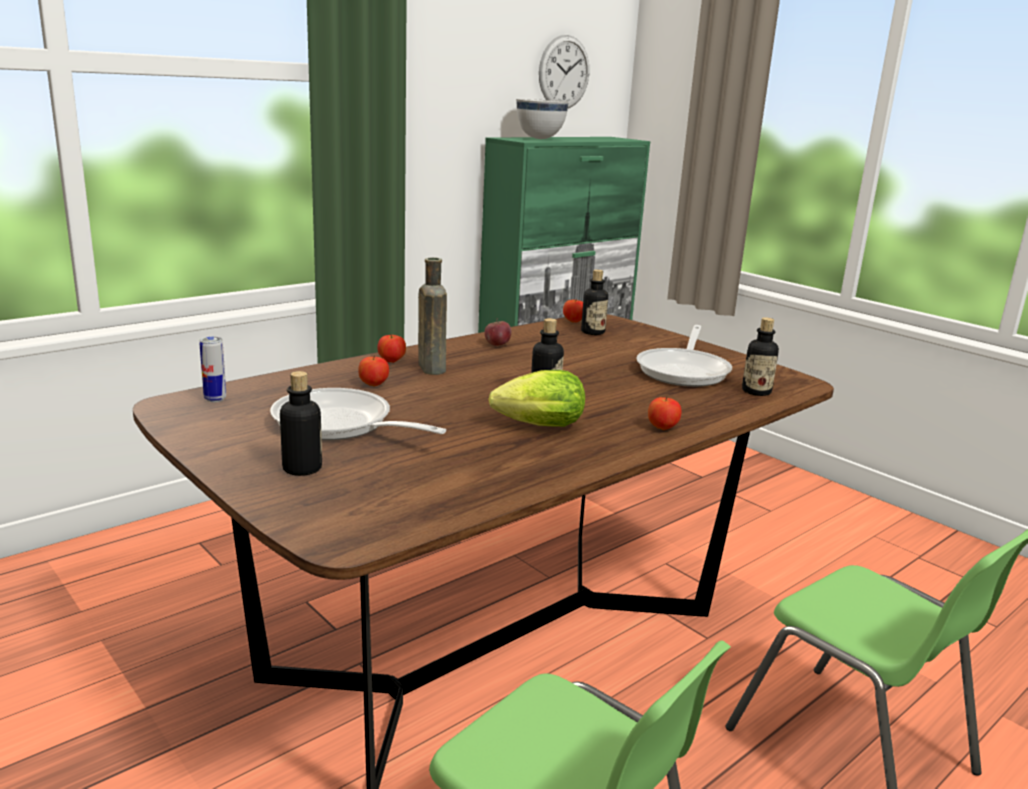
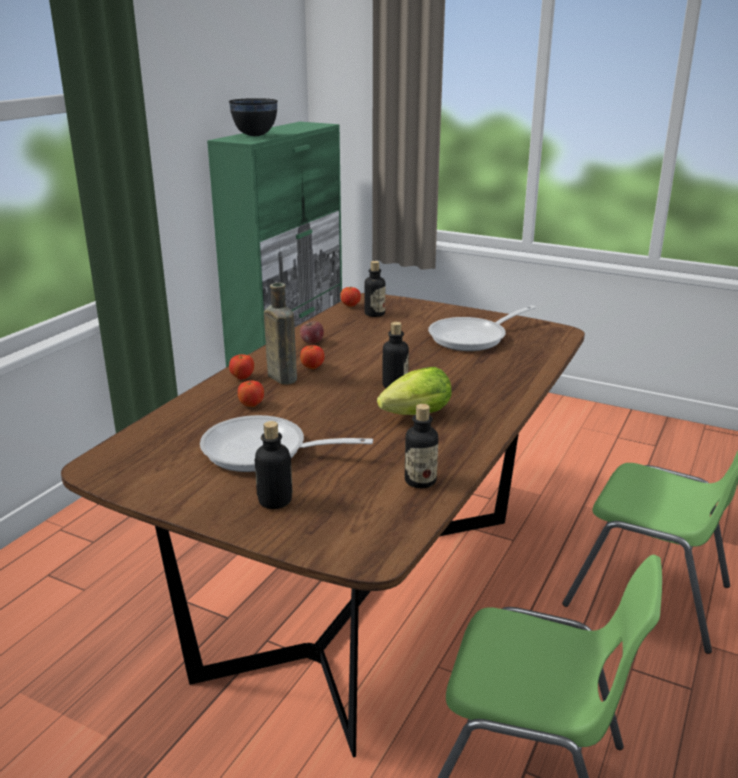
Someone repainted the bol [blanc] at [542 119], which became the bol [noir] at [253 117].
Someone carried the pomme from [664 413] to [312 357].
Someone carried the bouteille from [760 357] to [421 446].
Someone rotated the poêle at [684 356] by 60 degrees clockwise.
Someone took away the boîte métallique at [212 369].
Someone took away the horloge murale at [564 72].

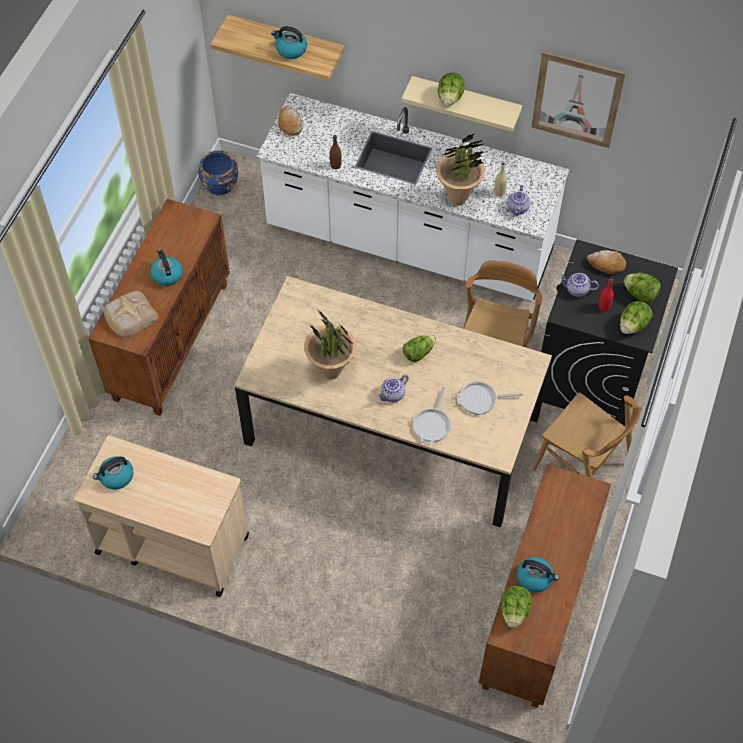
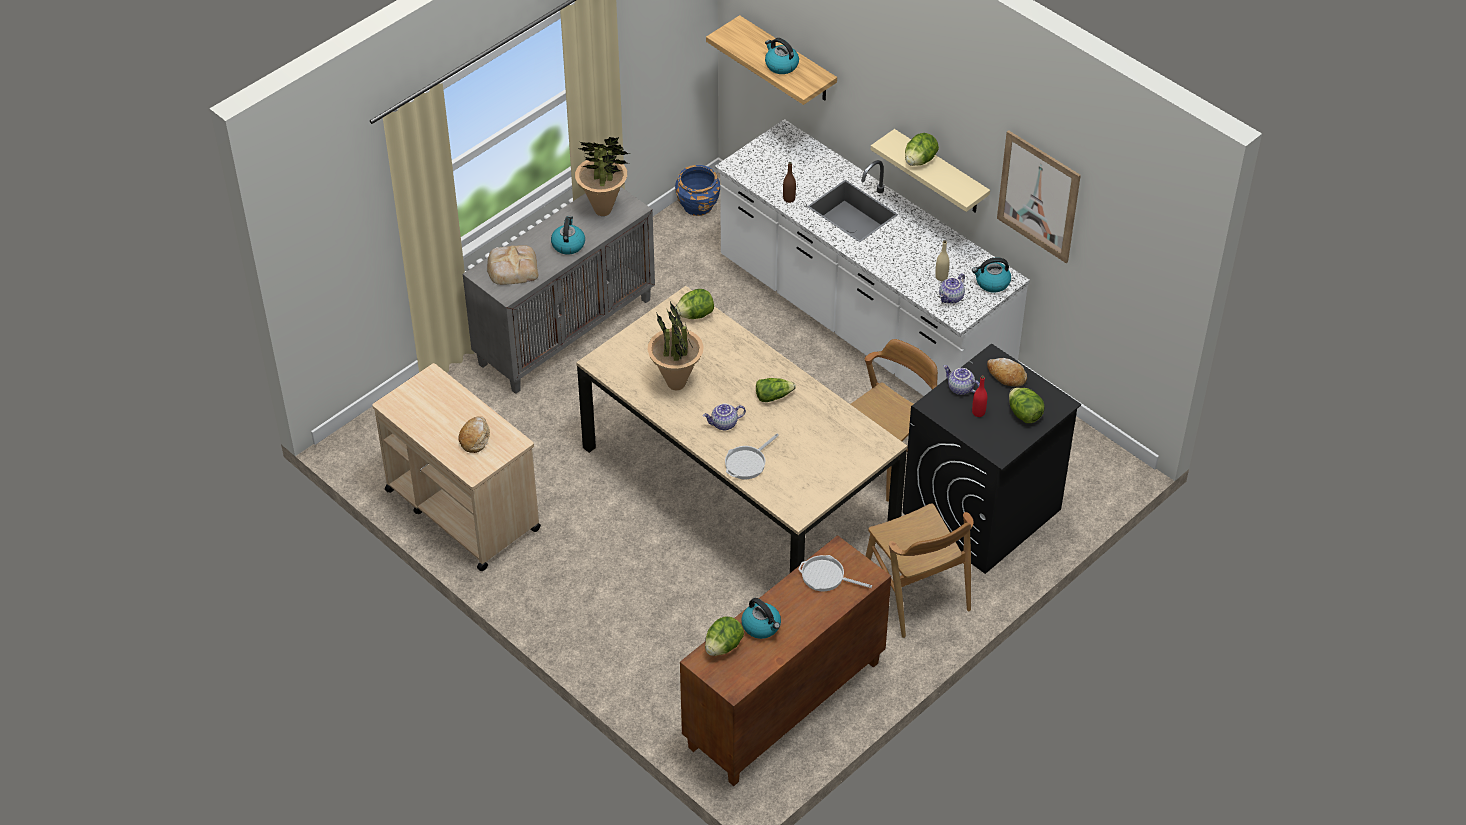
Someone carried the pain from [290 121] to [474 434].
Someone repainted the meuble de rangement [marron] at [159 307], which became the meuble de rangement [gris] at [559 290].
Someone carried the plante en pot from [460 169] to [602 176].
Someone carried the laitue from [636 317] to [694 304].
Someone carried the poêle from [490 397] to [835 573].
Someone carried the bouilloire from [113 473] to [991 275].

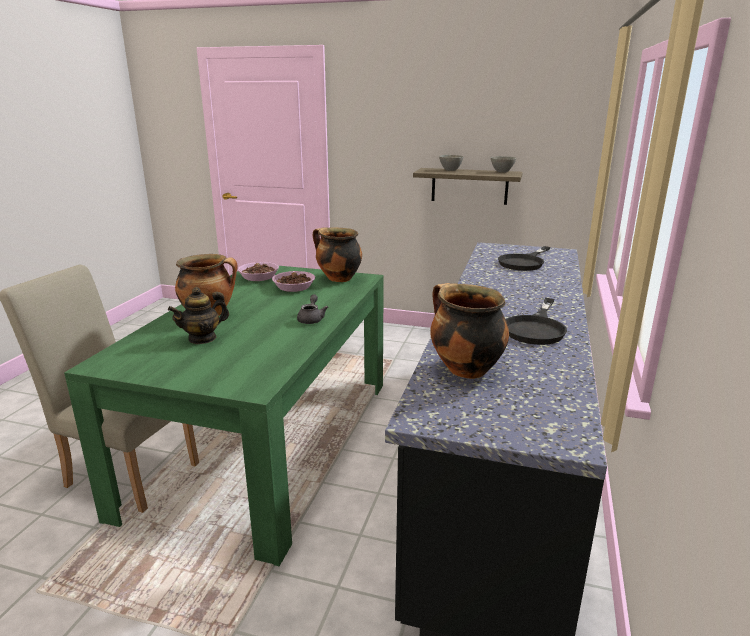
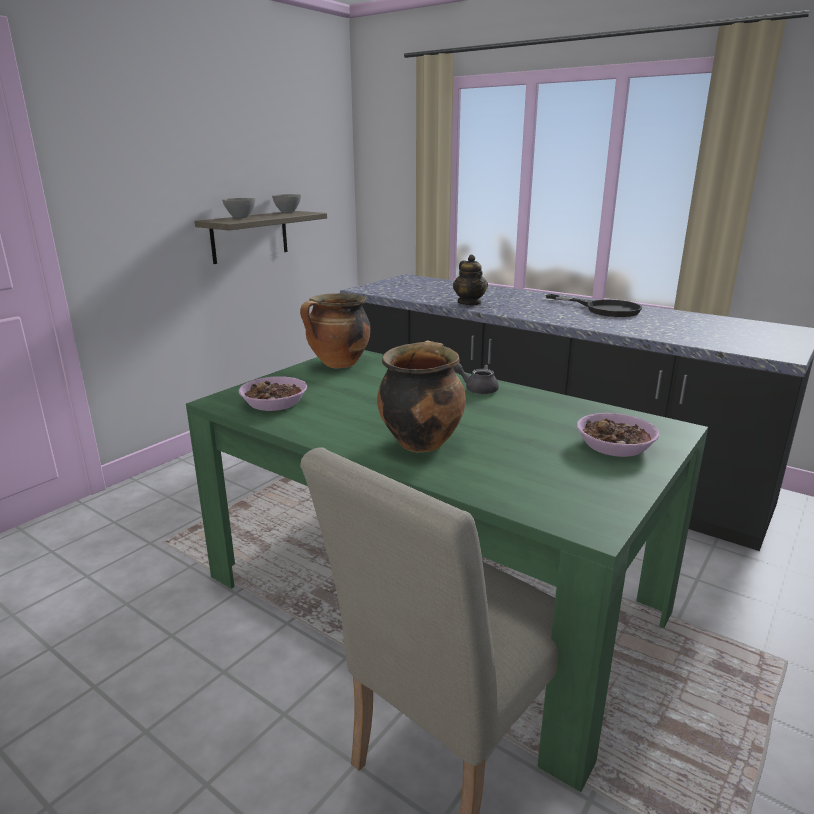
Someone carried the théière from [198 315] to [470 280].
Someone carried the bol from [293 281] to [618 435].
Someone took away the marmite at [469 331].
Someone took away the poêle [noir] at [524 258].

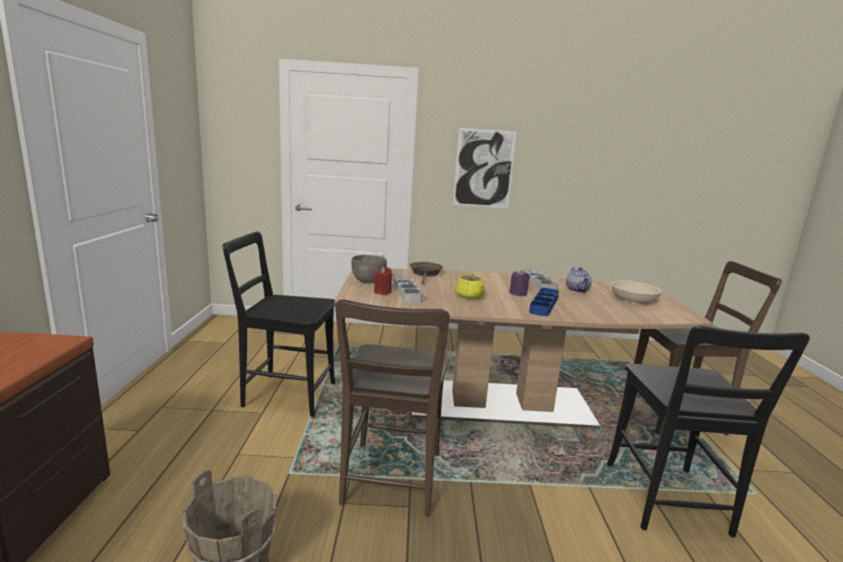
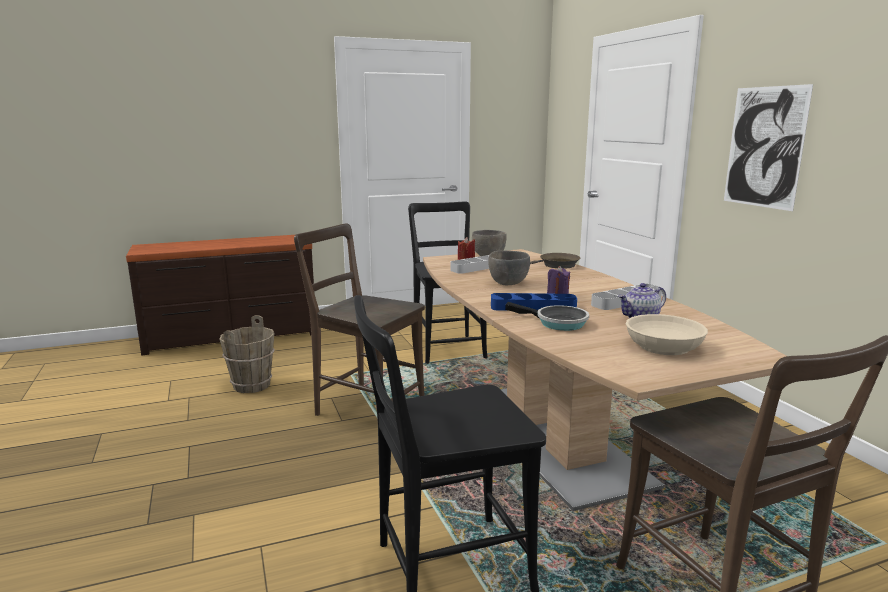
Someone rotated the chaise [marron] at [392 408] by 45 degrees clockwise.
Someone swapped the théière [jaune] at [470 286] for the bol [gris] at [509 268].
Someone put down the poêle at [547 316].

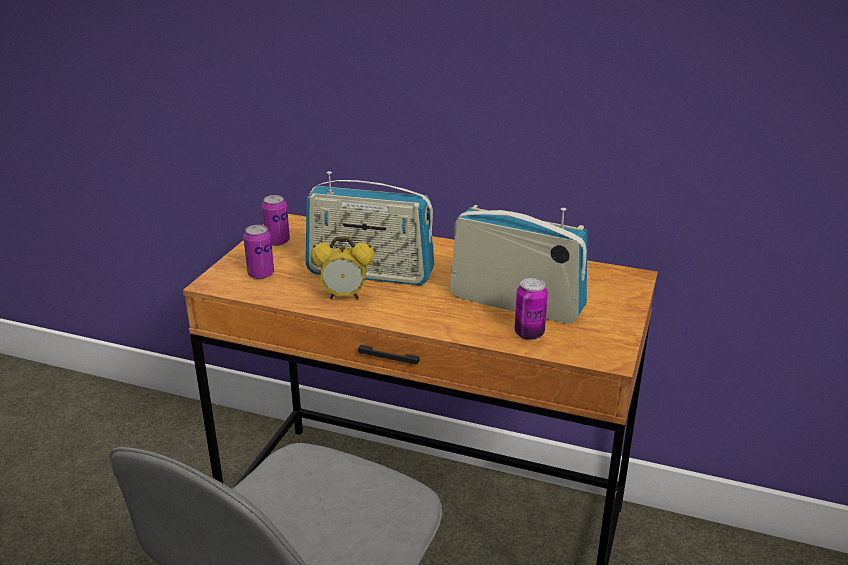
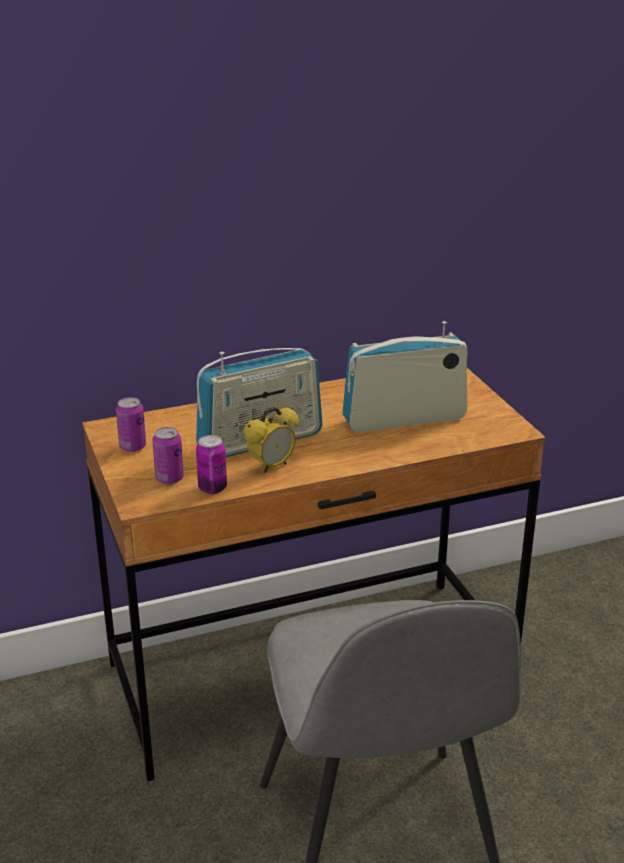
Someone carried the boîte métallique from [531 309] to [211 464].

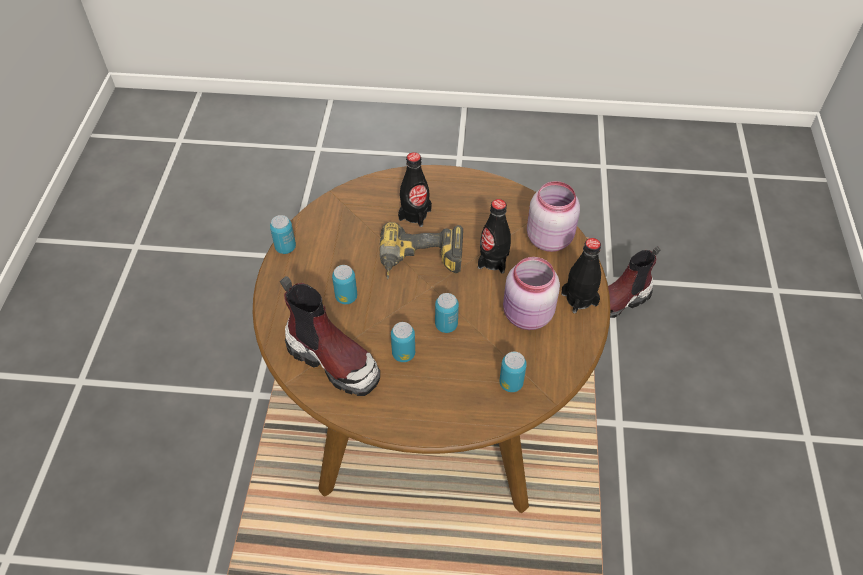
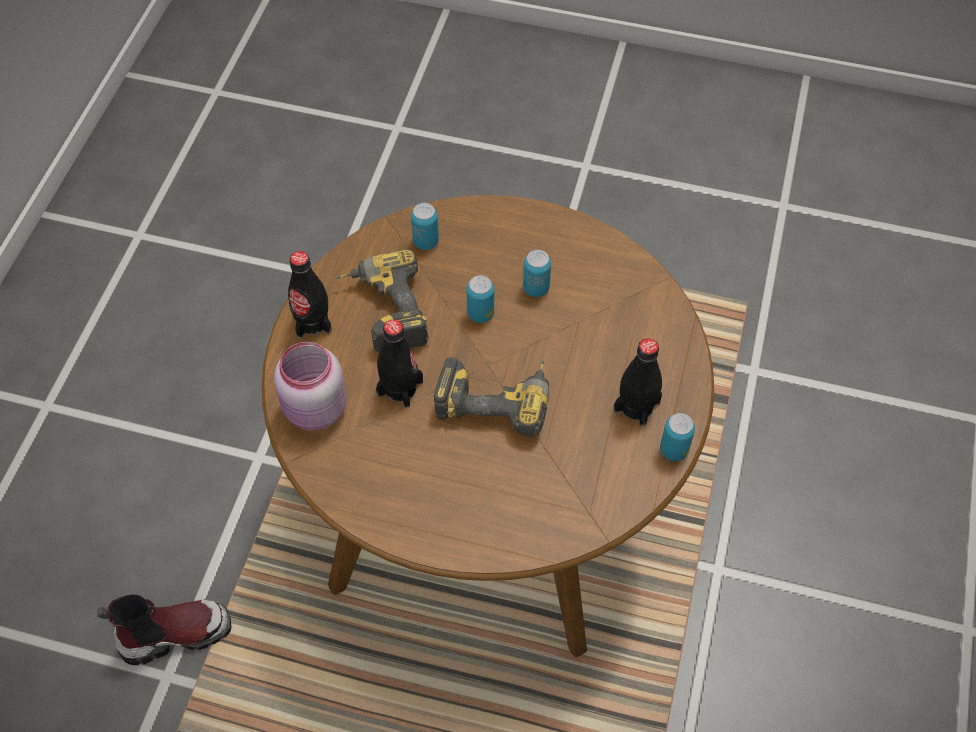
Someone swapped the bocal [rose] at [531 293] for the perceuse at [382 300].
Someone carried the bouteille [noir] from [415 189] to [637 382].
Someone took away the botte at [330 336].
Someone took away the boîte métallique at [344 284].

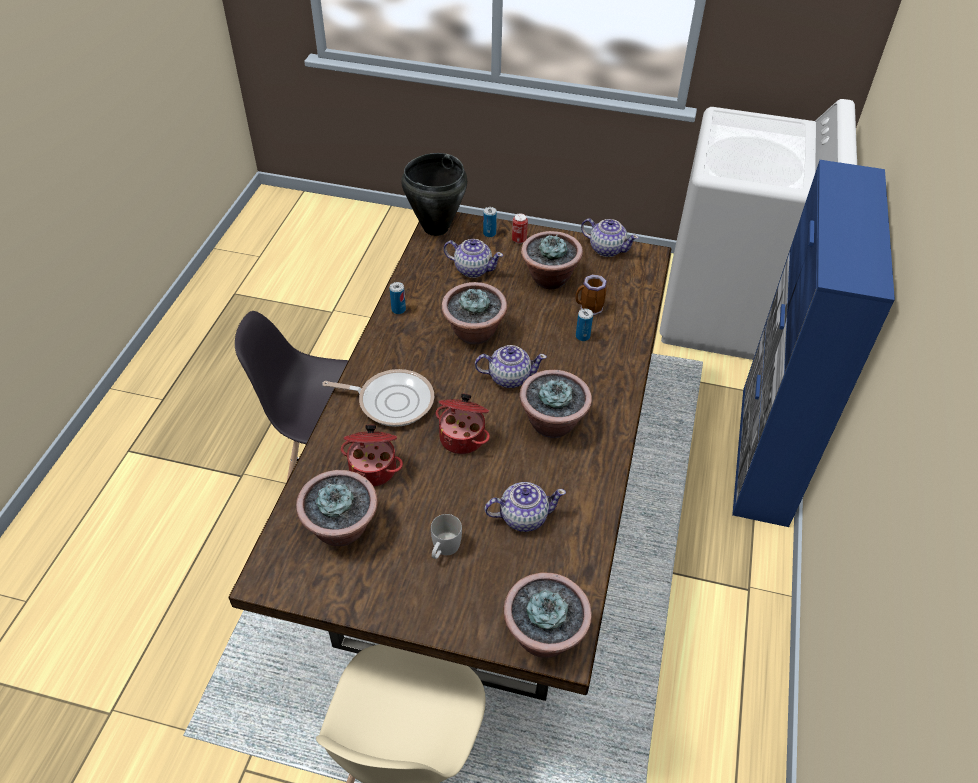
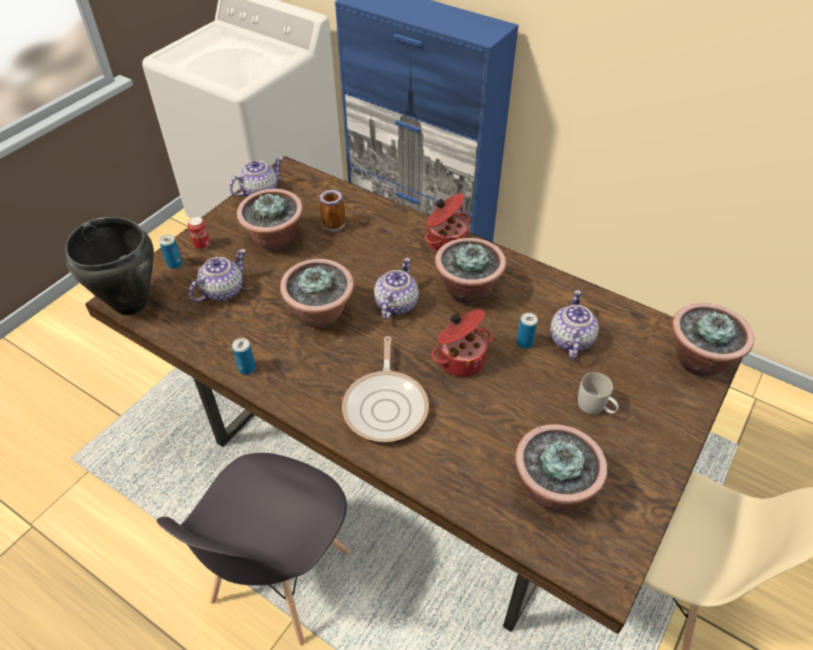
Someone rotated the poêle at [378 398] by 150 degrees clockwise.
Someone carried the marmite from [372 456] to [447 222].
Someone carried the boîte métallique from [584 324] to [527 331].

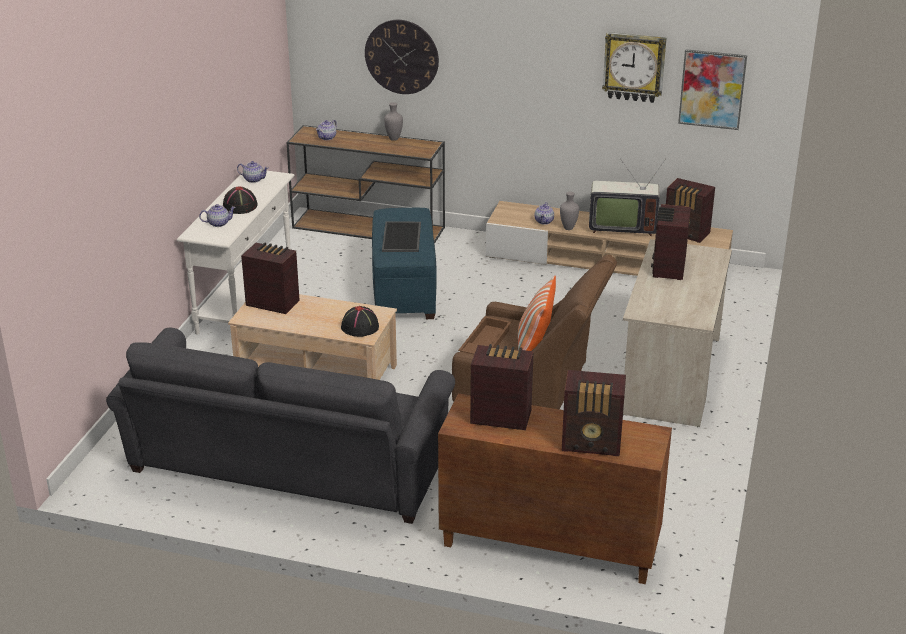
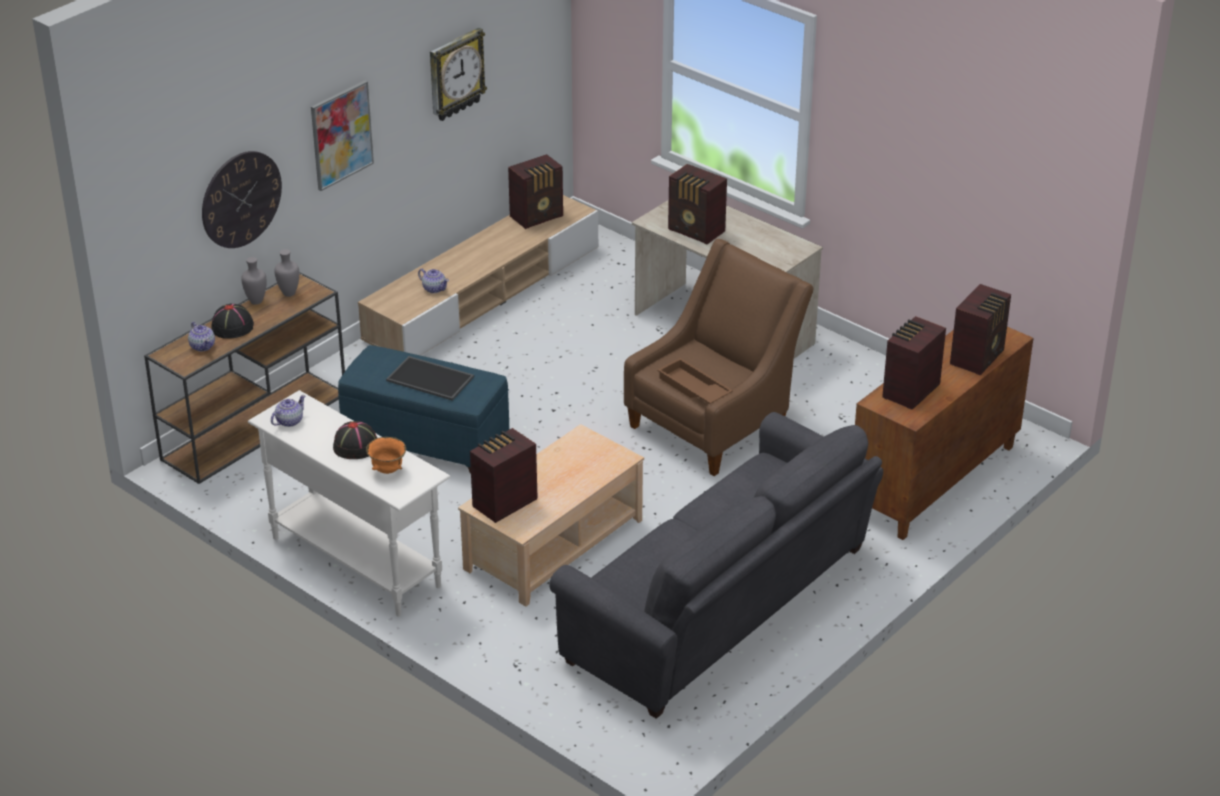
Someone carried the chapeau [noir] from [360 321] to [232 321].
Someone carried the vase [gris] from [569 211] to [286 273].
Someone carried the tableau from [712 89] to [342 135].
Someone swapped the théière at [217 215] for the bol [orange] at [386 455].
Someone took away the coussin at [537 313].
Someone took away the téléviseur at [627 197].

